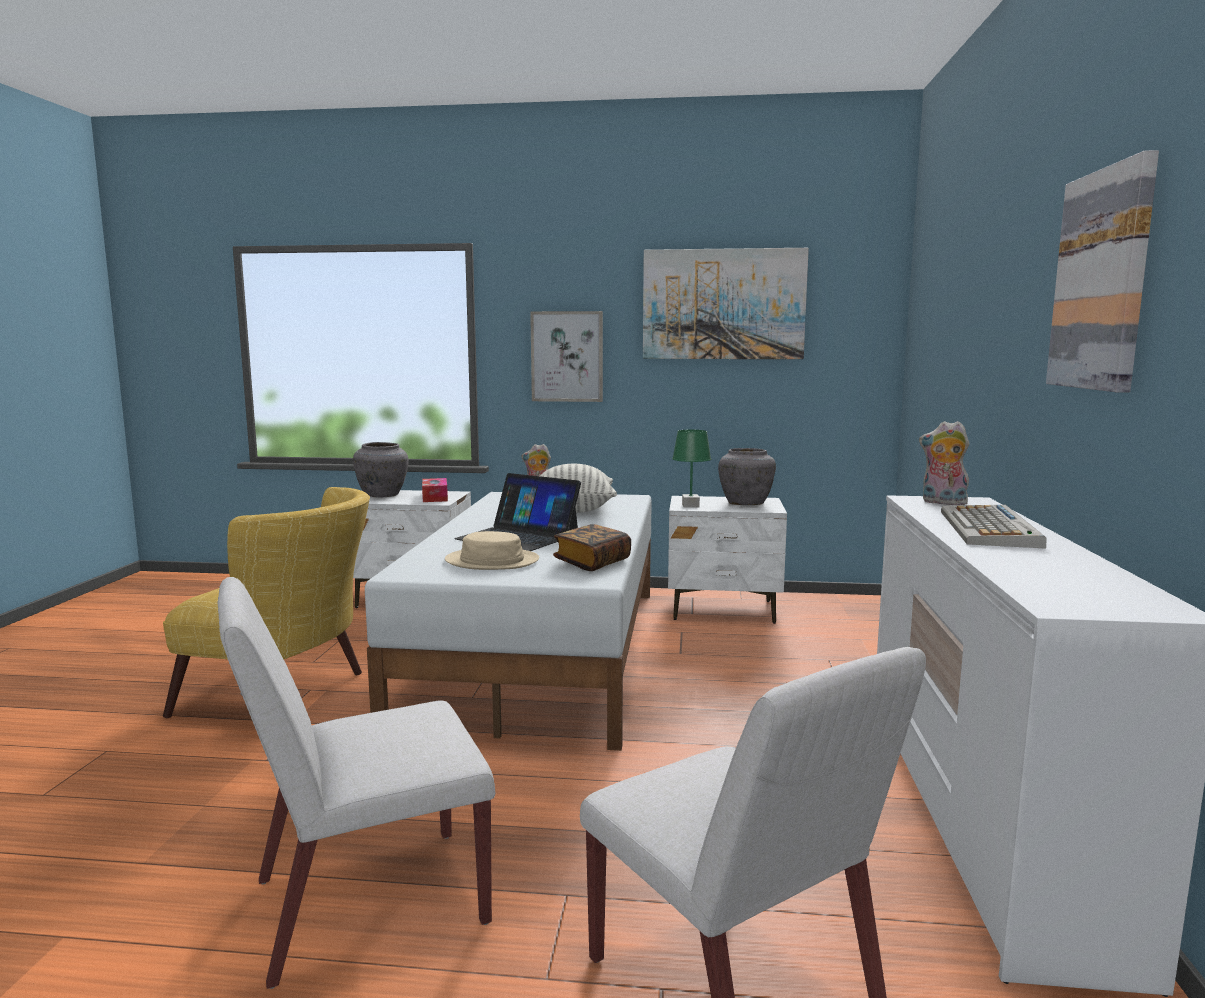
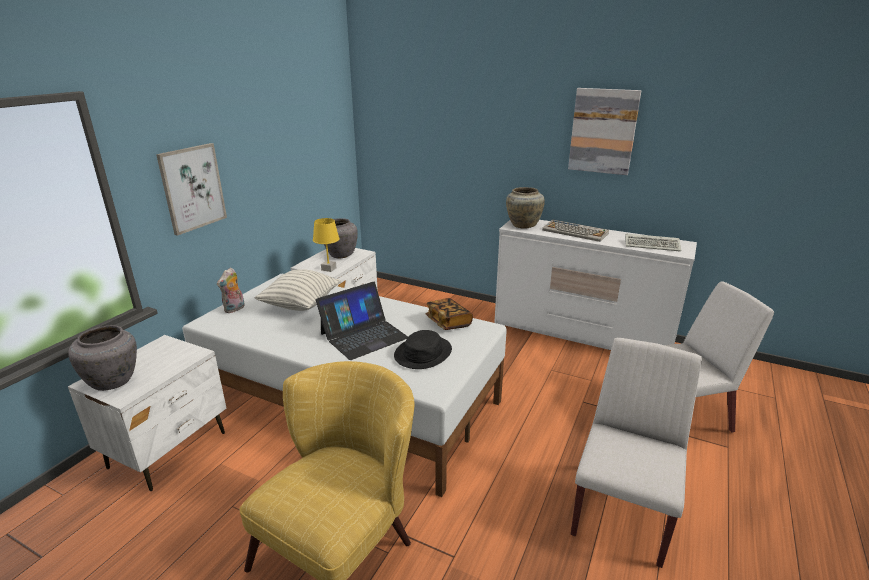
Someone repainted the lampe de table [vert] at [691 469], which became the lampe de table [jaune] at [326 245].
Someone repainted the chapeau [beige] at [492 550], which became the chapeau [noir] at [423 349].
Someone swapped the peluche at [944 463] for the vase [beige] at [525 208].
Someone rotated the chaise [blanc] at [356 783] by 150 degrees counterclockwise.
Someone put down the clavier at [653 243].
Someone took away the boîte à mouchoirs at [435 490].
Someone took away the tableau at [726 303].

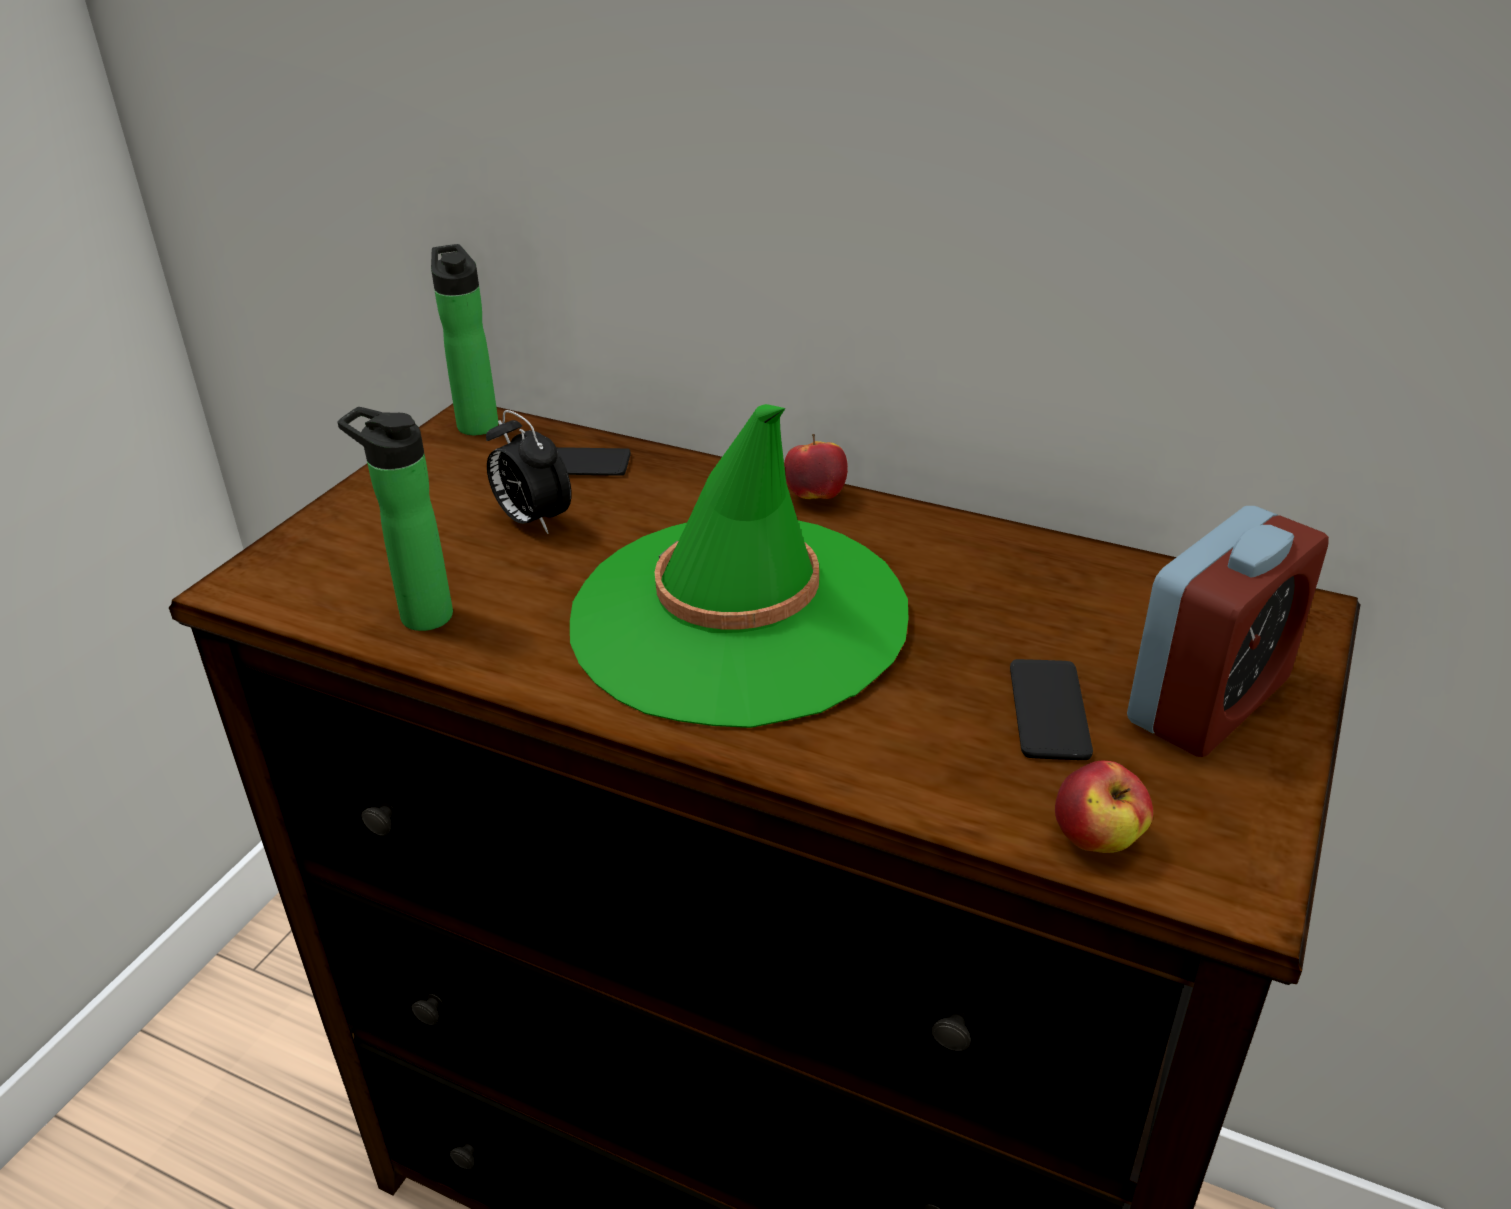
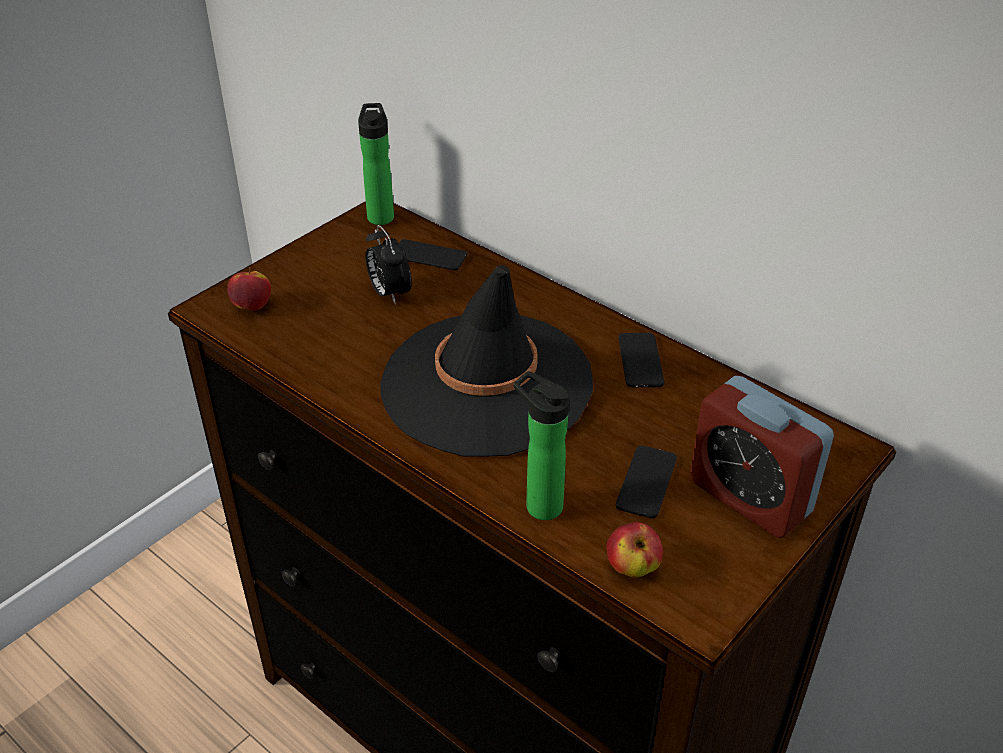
Someone carried the pomme from [816 466] to [249 289].
Someone repainted the chapeau [vert] at [739 566], which became the chapeau [noir] at [487 361].
Someone carried the bouteille from [395 519] to [541 445].
Someone put down the téléphone at [641 360].
Someone rotated the réveil at [1228 631] by 75 degrees clockwise.

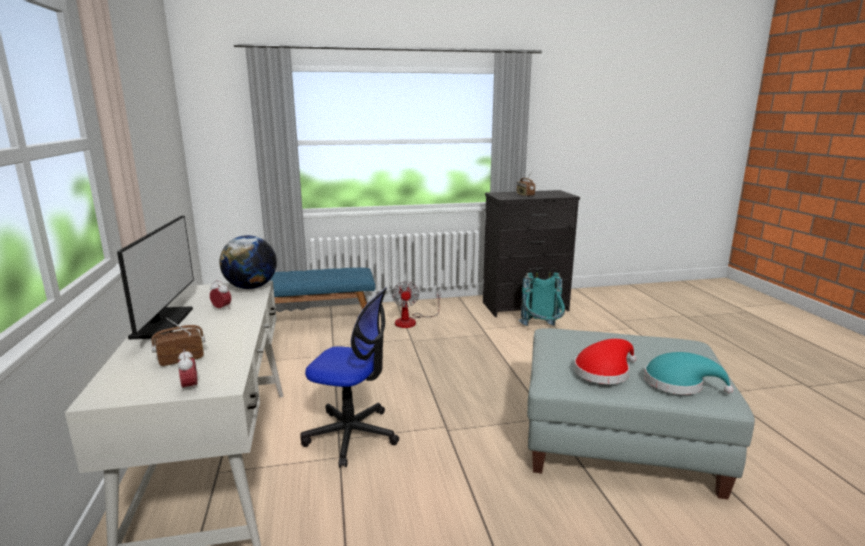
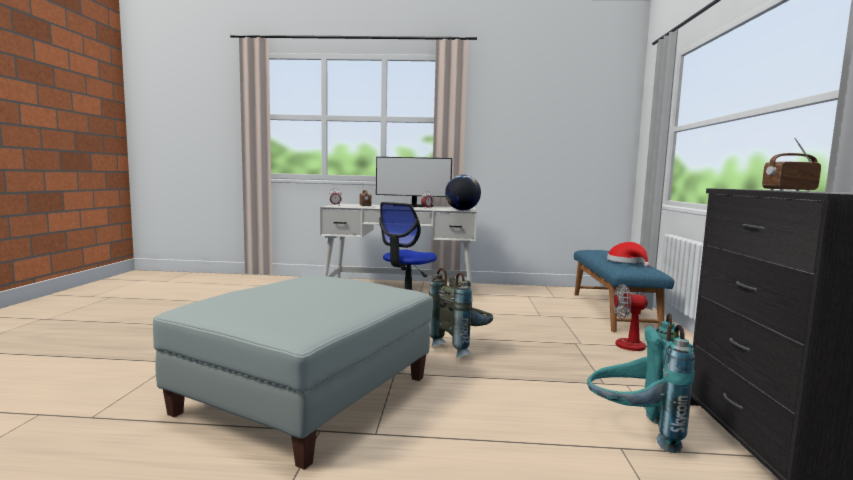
Someone put down the sac à dos [gris] at [461 313].
Someone carried the chapeau [rouge] from [605 361] to [628 254].
Someone took away the chapeau [turquoise] at [689 373].

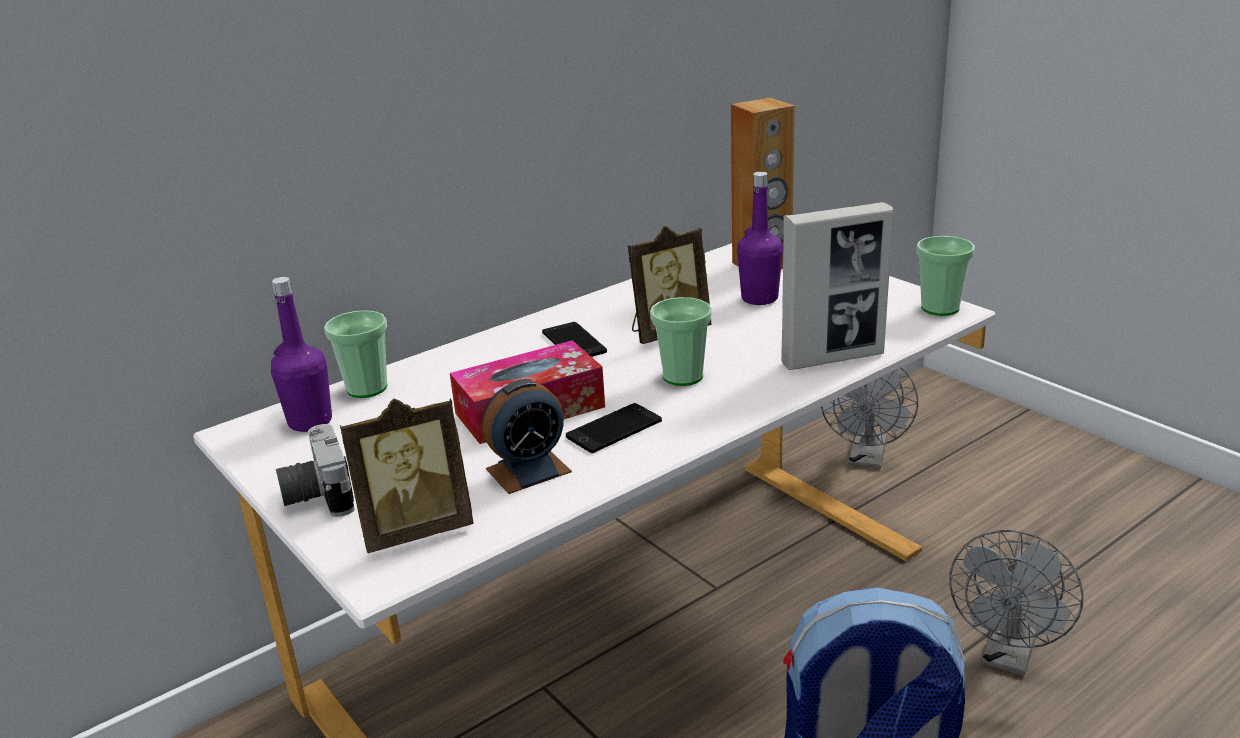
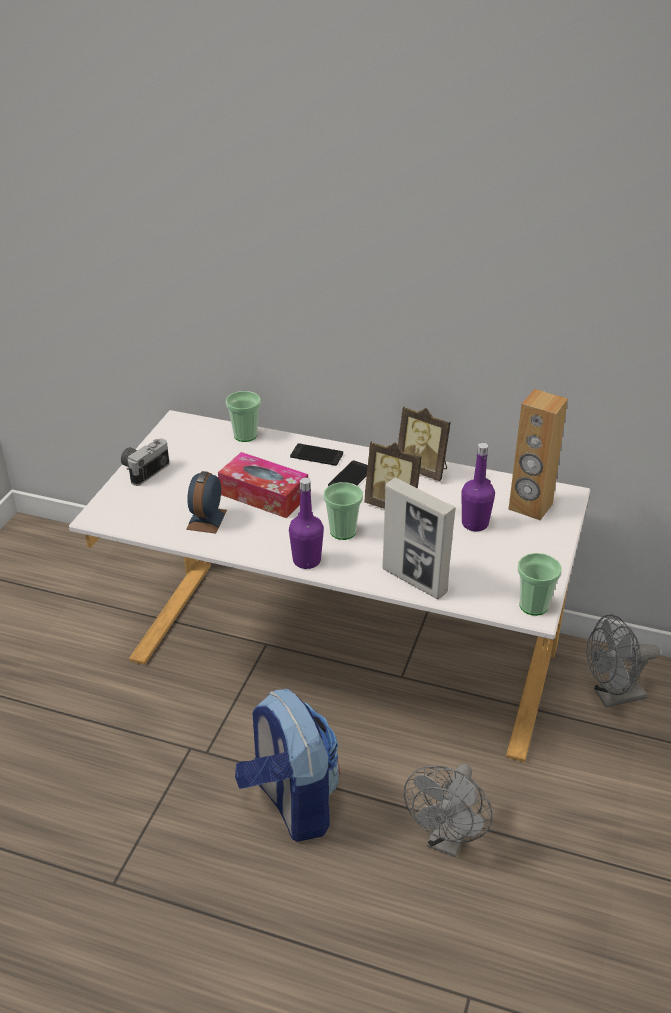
Someone rotated the réveil at [527 436] by 75 degrees clockwise.
Someone carried the bouteille [violet] from [301 354] to [306 523].
Someone carried the téléphone from [614 428] to [316 454].
Someone carried the cadre photo from [407 476] to [424 443].
Someone rotated the ventilateur [gris] at [1016 603] by 60 degrees counterclockwise.

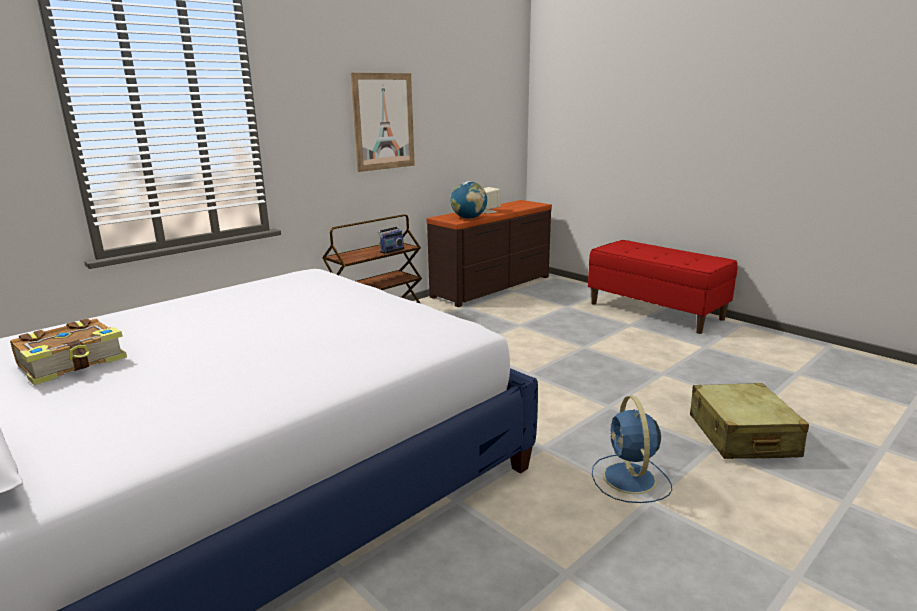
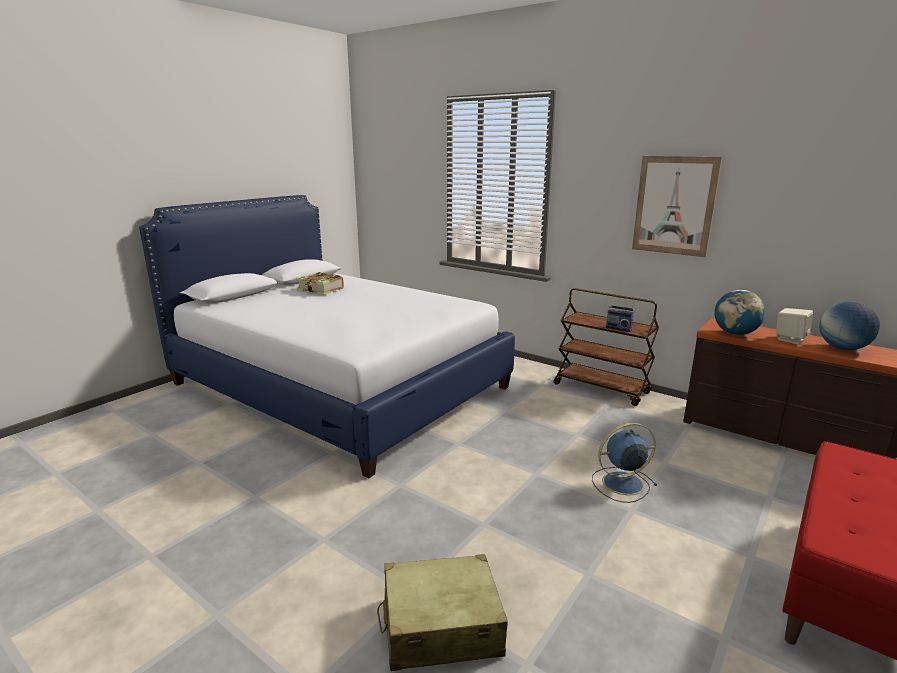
Someone carried the ventilateur [bleu] from [632 449] to [625 463].
Someone put down the globe at [849 325].

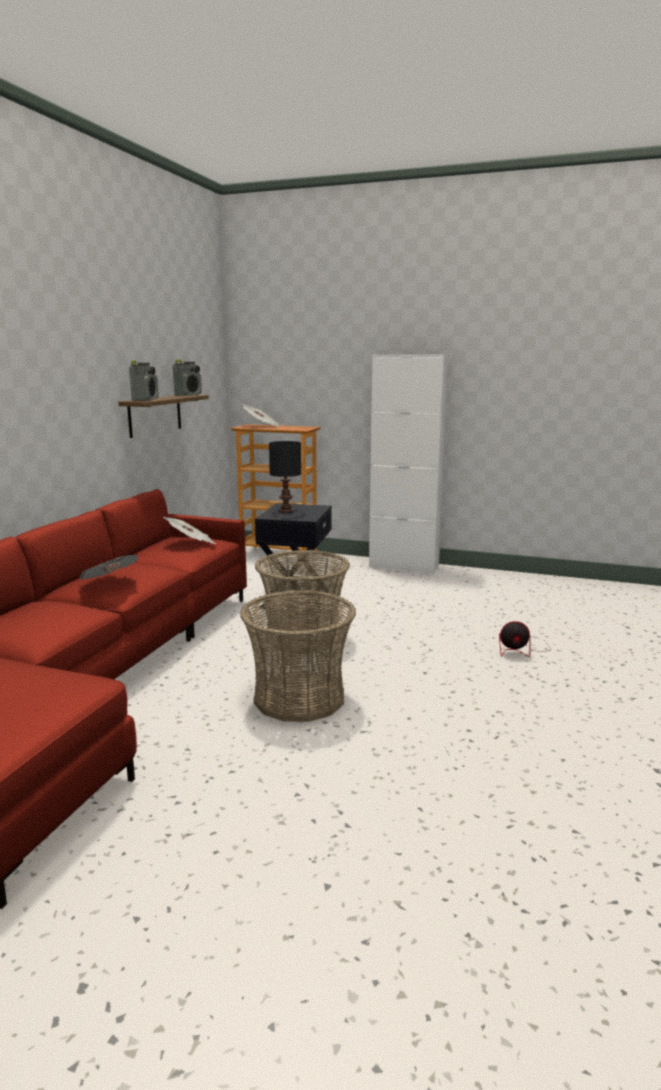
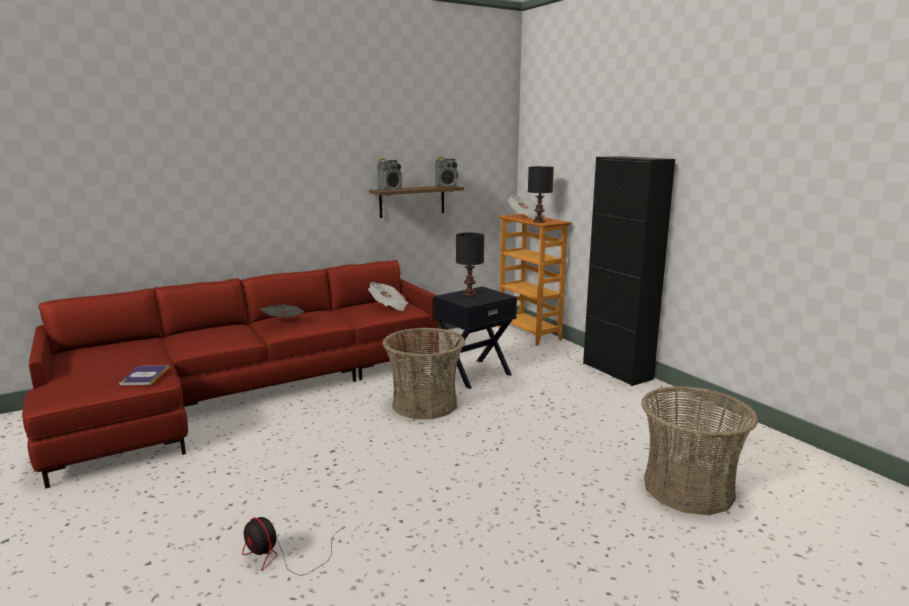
Someone put down the livre at [144 375].
Someone carried the ventilateur from [525 639] to [293 546].
Someone put down the lampe de table [noir] at [541 194].
Someone repainted the meuble de rangement [blanc] at [409 464], which became the meuble de rangement [noir] at [629 271].
Someone carried the panier from [298 656] to [699 450].

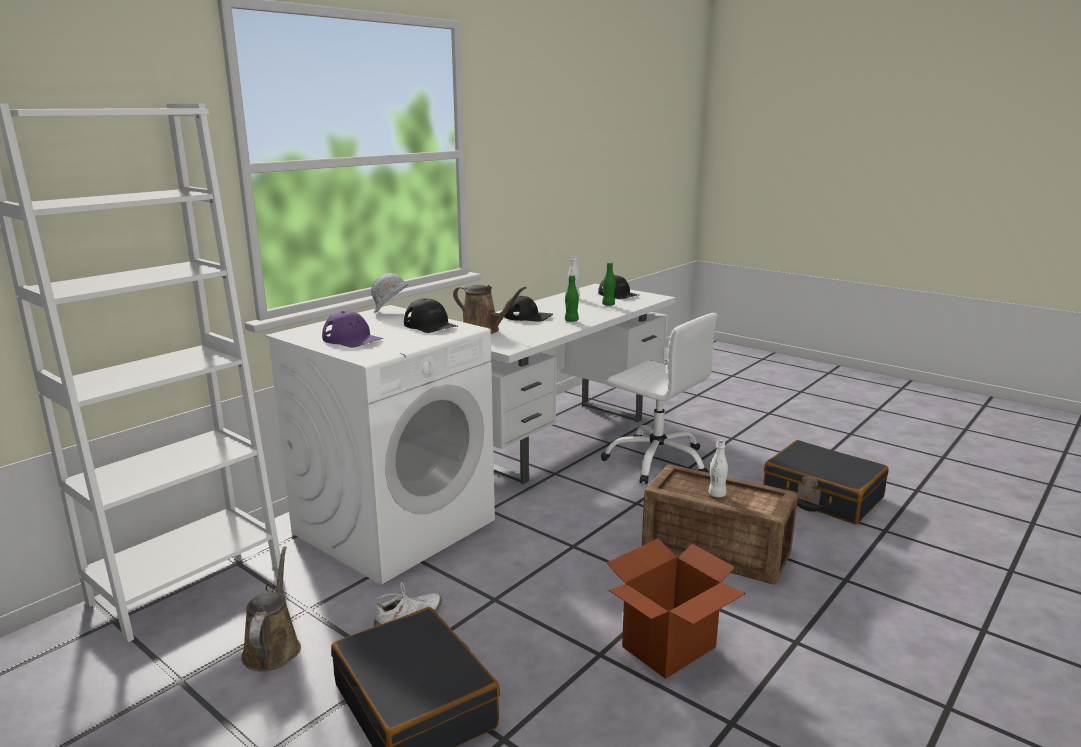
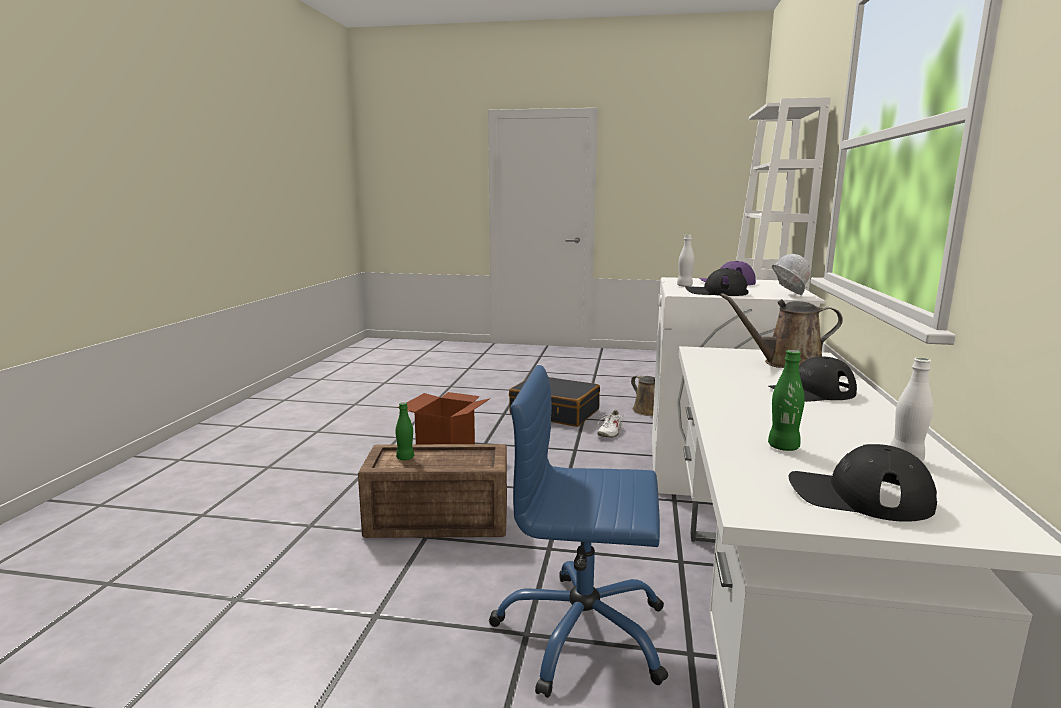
Someone carried the bouteille [vert] from [572 298] to [405 431].
Someone repainted the chaise de bureau [blanc] at [659 398], which became the chaise de bureau [bleu] at [578 531].
Someone carried the bouteille [blanc] from [718 469] to [685 261].
Someone took away the valise [noir] at [826 482].

